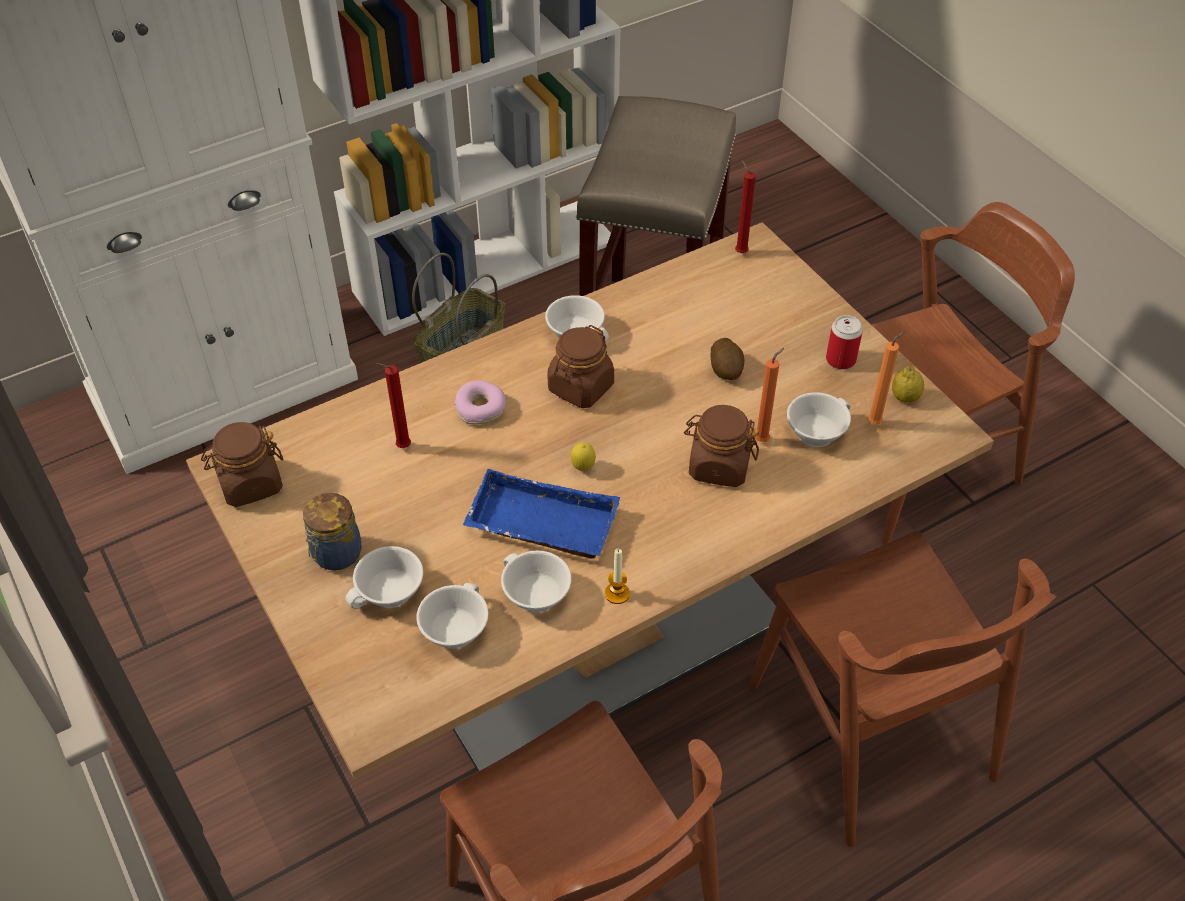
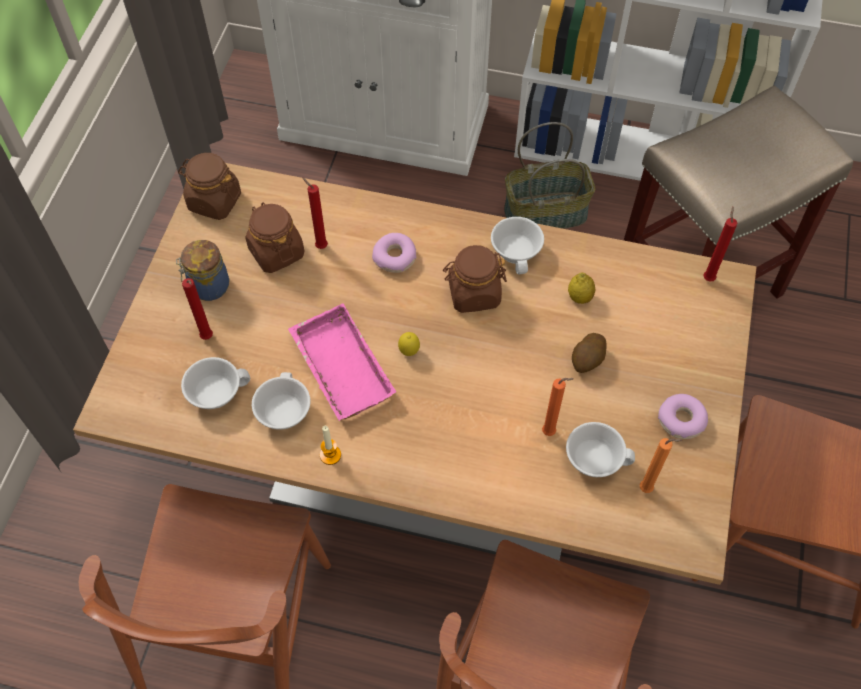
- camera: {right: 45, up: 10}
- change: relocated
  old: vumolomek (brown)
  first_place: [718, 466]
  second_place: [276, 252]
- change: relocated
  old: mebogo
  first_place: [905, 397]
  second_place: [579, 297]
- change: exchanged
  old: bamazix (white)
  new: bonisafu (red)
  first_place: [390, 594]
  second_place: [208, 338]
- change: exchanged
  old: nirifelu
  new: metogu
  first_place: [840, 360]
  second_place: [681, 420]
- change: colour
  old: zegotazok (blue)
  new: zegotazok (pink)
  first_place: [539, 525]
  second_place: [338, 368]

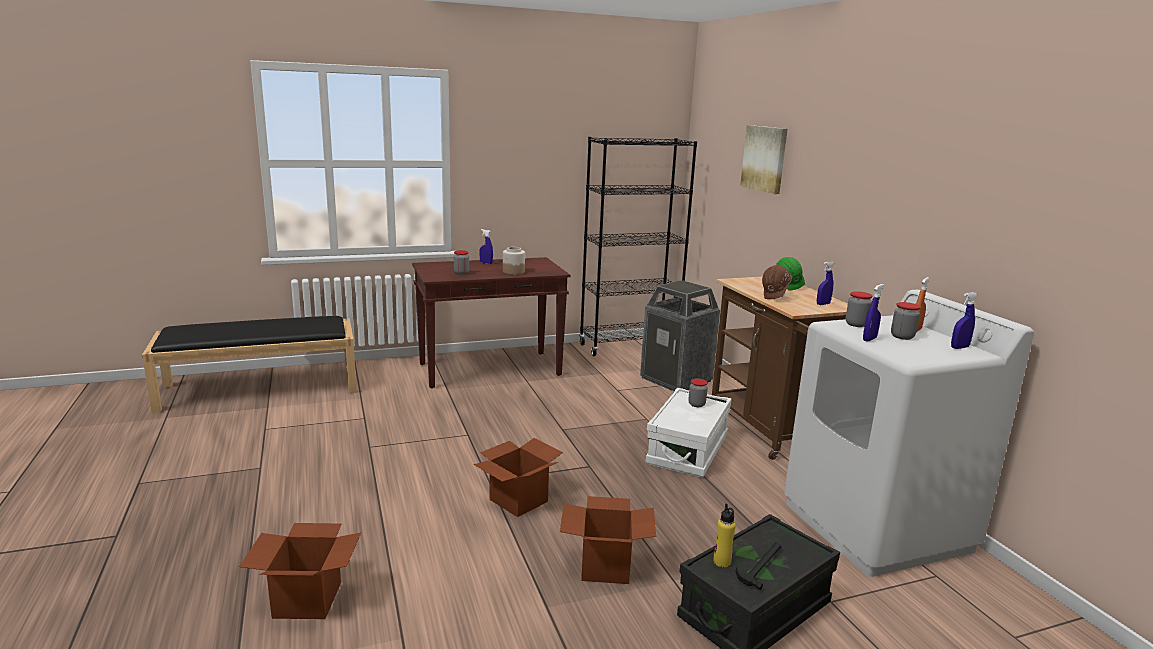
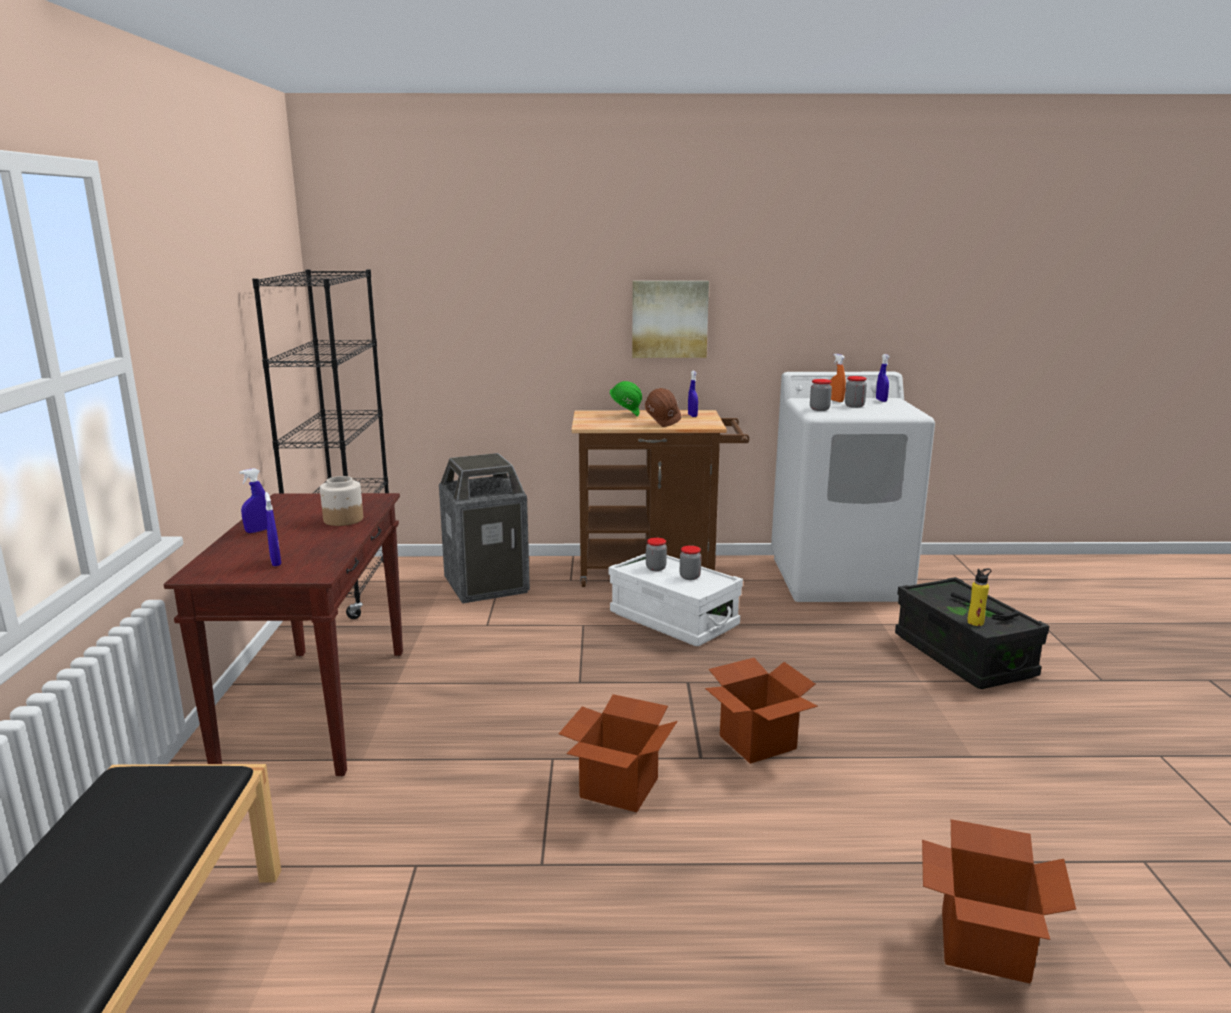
- camera: {right: -70, up: 0}
- change: relocated
  old: vumolomek
  first_place: [461, 273]
  second_place: [690, 577]
- change: relocated
  old: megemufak
  first_place: [605, 567]
  second_place: [619, 788]
- change: relocated
  old: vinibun
  first_place: [765, 158]
  second_place: [669, 319]
- change: relocated
  old: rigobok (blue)
  first_place: [869, 339]
  second_place: [275, 562]

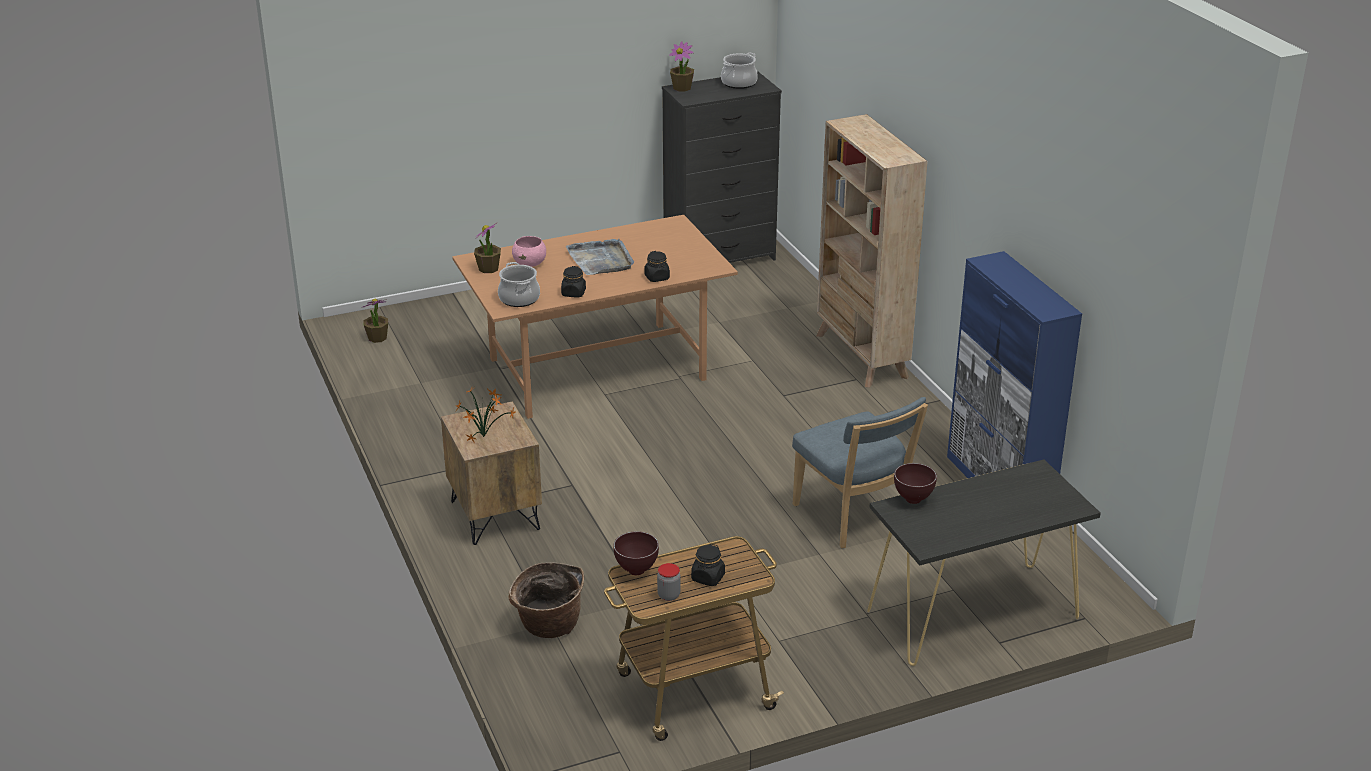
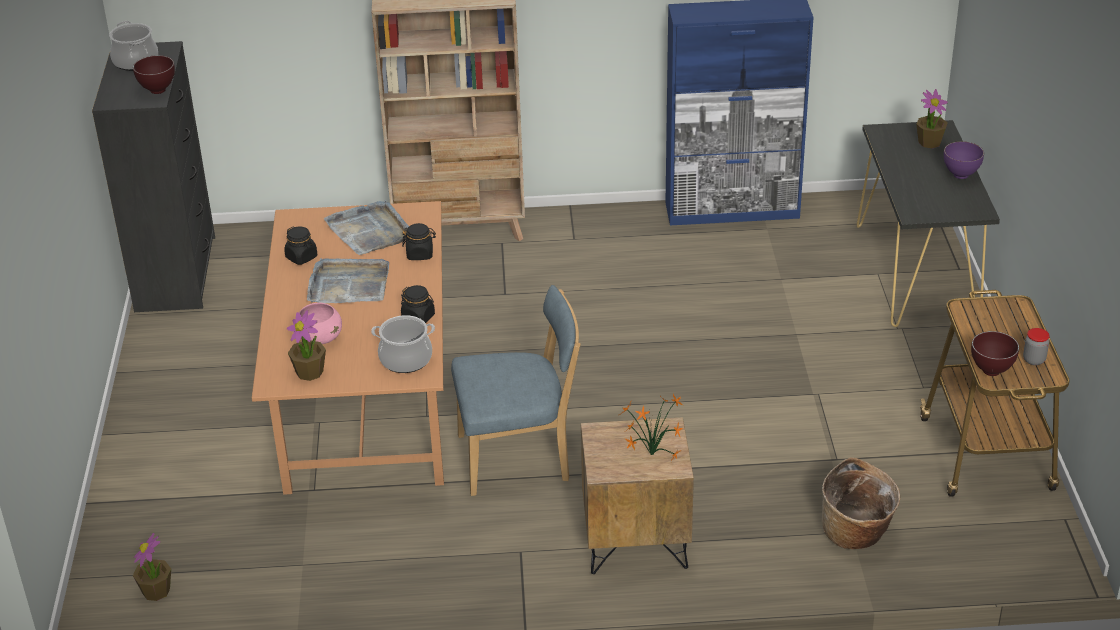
- camera: {right: -70, up: 5}
- change: appeared
  new: zegotazok (grey)
  second_place: [370, 231]
- change: appeared
  new: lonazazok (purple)
  second_place: [960, 176]
- change: relocated
  old: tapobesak
  first_place: [682, 88]
  second_place: [929, 142]
- change: relocated
  old: vumolomek (black)
  first_place: [708, 578]
  second_place: [301, 257]
- change: relocated
  old: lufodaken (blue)
  first_place: [853, 518]
  second_place: [519, 458]
- change: relocated
  old: lonazazok (brown)
  first_place: [914, 500]
  second_place: [158, 90]

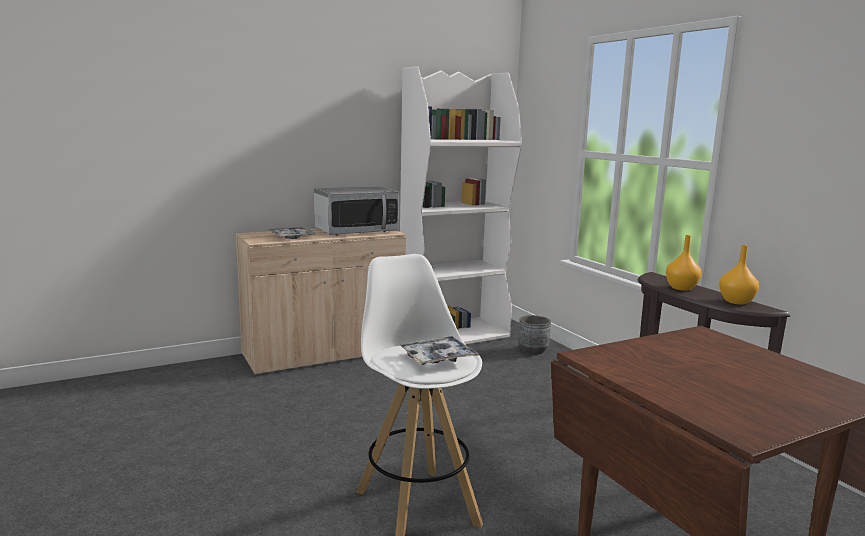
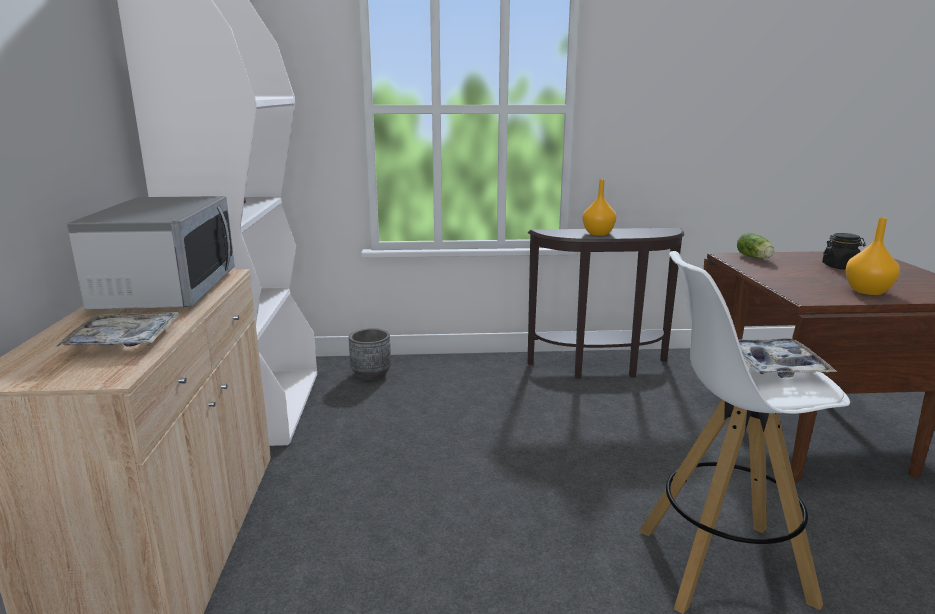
- camera: {right: -65, up: 5}
- change: appeared
  new: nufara
  second_place: [755, 258]
- change: appeared
  new: vumolomek (black)
  second_place: [840, 267]
- change: relocated
  old: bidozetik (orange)
  first_place: [737, 302]
  second_place: [868, 291]

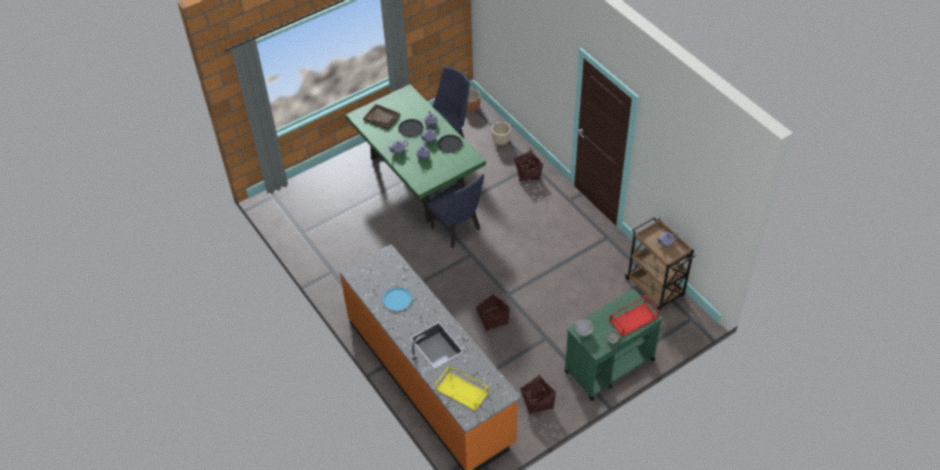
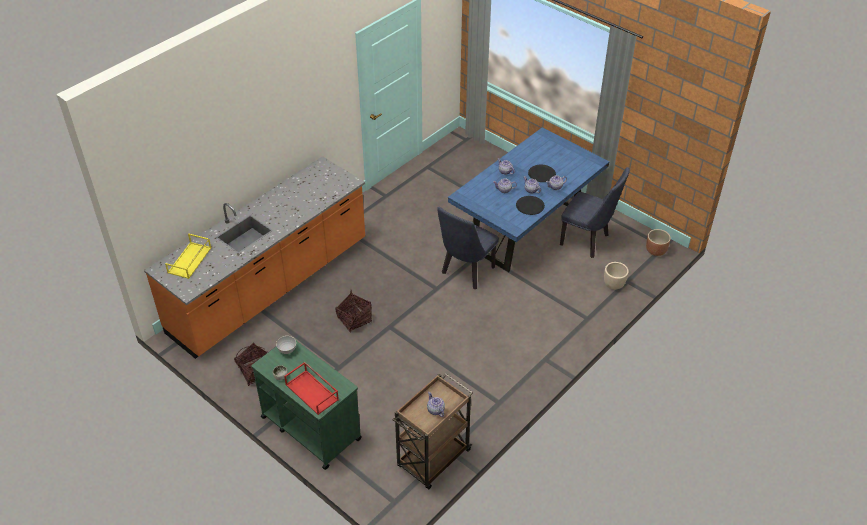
- camera: {right: 75, up: -5}
- change: missing
  old: zegotazok (brown)
  first_place: [382, 117]
- change: missing
  old: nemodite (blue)
  first_place: [397, 299]
- change: missing
  old: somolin
  first_place: [527, 173]
- change: colour
  old: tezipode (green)
  new: tezipode (blue)
  first_place: [418, 181]
  second_place: [525, 230]

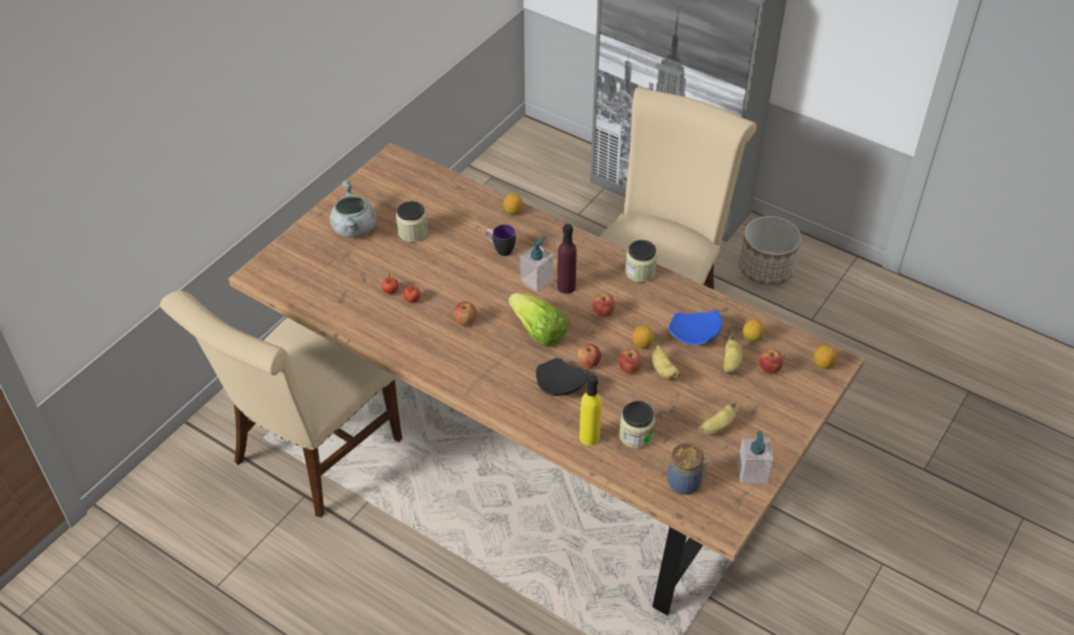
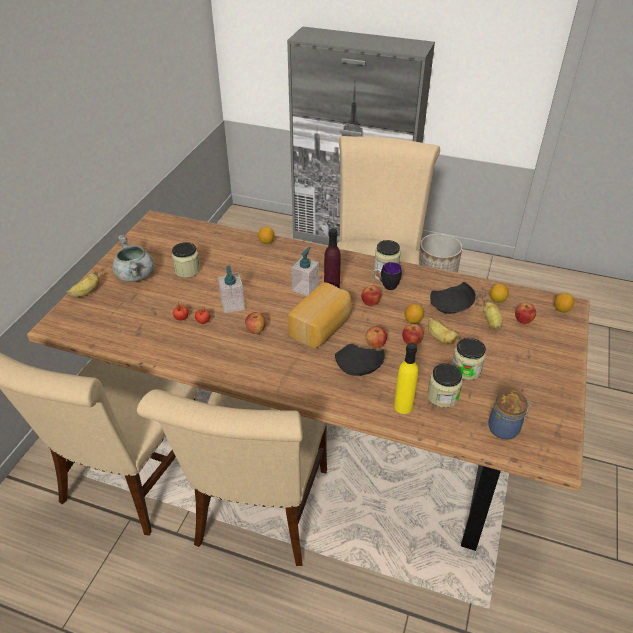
- camera: {right: -15, up: -5}
- change: appeared
  new: lufodaken (beige)
  second_place: [260, 514]
- change: appeared
  new: vumolomek
  second_place: [466, 369]
- change: relocated
  old: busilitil
  first_place: [500, 250]
  second_place: [386, 285]
- change: relocated
  old: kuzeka
  first_place: [717, 428]
  second_place: [86, 292]
- change: relocated
  old: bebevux
  first_place: [752, 472]
  second_place: [233, 305]
- change: exchanged
  old: nufara
  new: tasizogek
  first_place: [537, 332]
  second_place: [322, 327]
- change: colour
  old: nemodite (blue)
  new: nemodite (black)
  first_place: [695, 335]
  second_place: [451, 306]

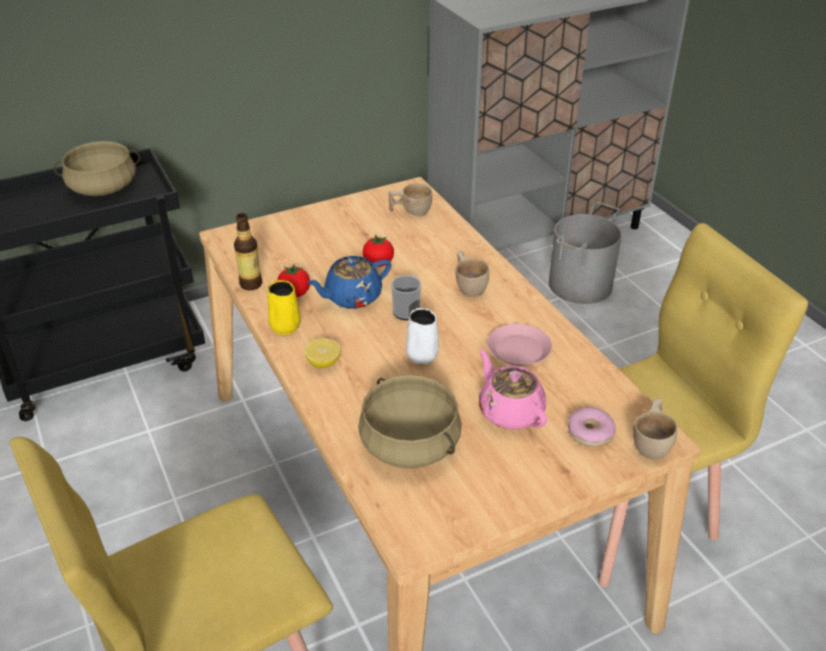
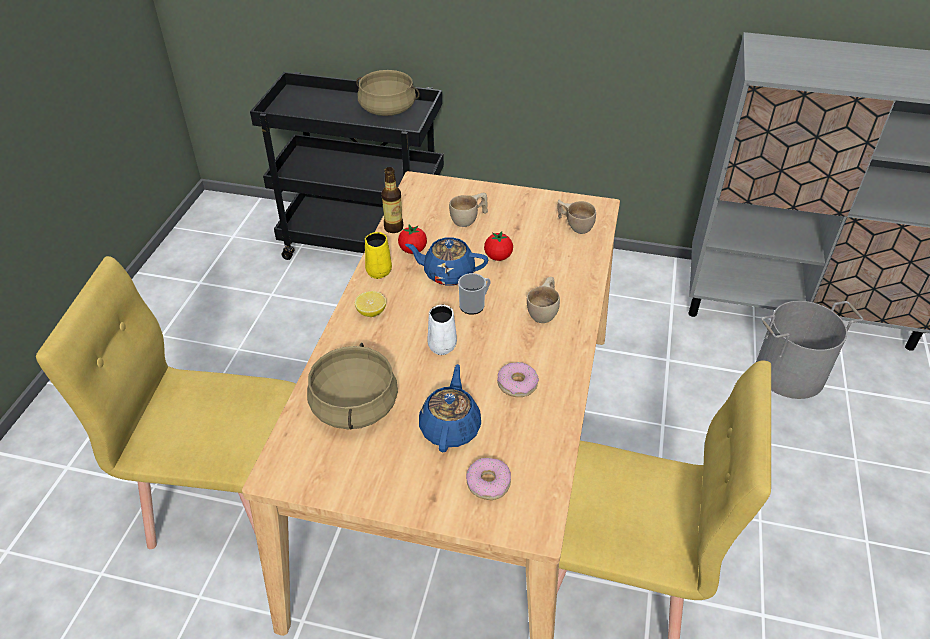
- camera: {right: 40, up: 5}
- change: relocated
  old: bamazix (beige)
  first_place: [652, 442]
  second_place: [469, 219]
- change: exchanged
  old: nemodite (pink)
  new: metogu
  first_place: [518, 350]
  second_place: [517, 384]
- change: colour
  old: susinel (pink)
  new: susinel (blue)
  first_place: [510, 411]
  second_place: [450, 427]

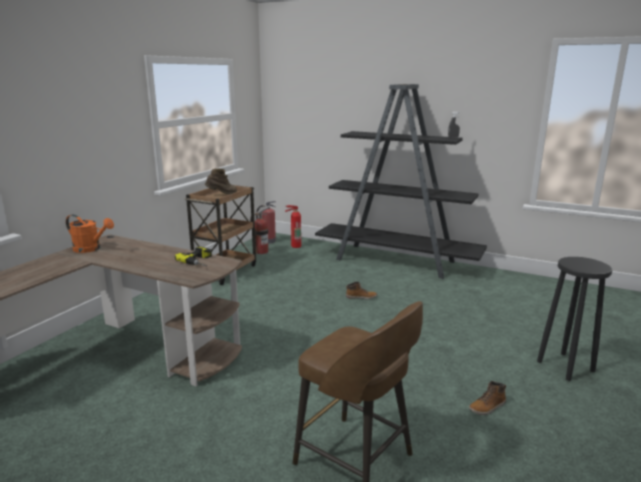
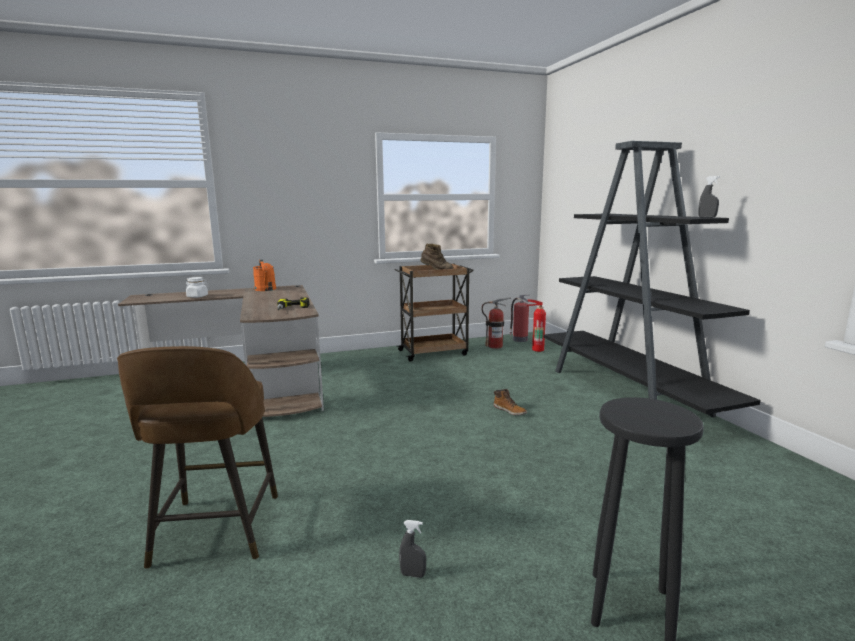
- camera: {right: 45, up: -5}
- change: appeared
  new: vumolomek (white)
  second_place: [197, 296]
- change: exchanged
  old: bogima
  new: rigobok (grey)
  first_place: [487, 407]
  second_place: [413, 574]

